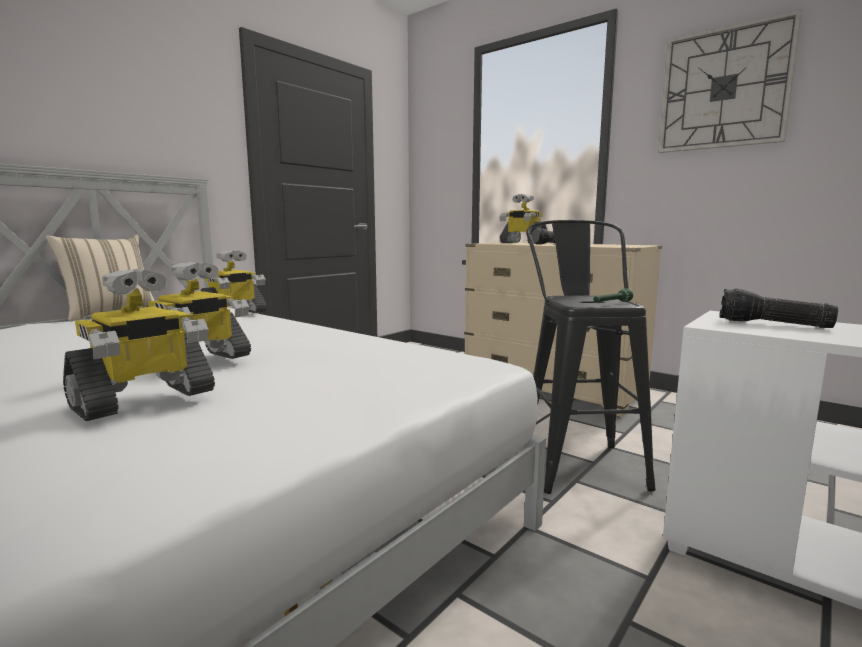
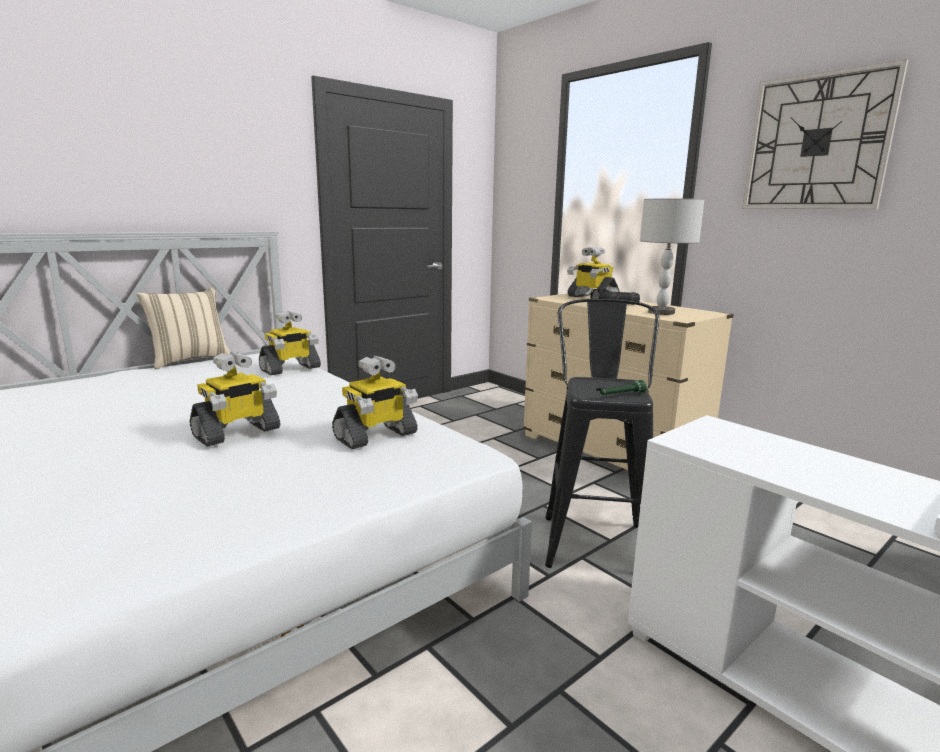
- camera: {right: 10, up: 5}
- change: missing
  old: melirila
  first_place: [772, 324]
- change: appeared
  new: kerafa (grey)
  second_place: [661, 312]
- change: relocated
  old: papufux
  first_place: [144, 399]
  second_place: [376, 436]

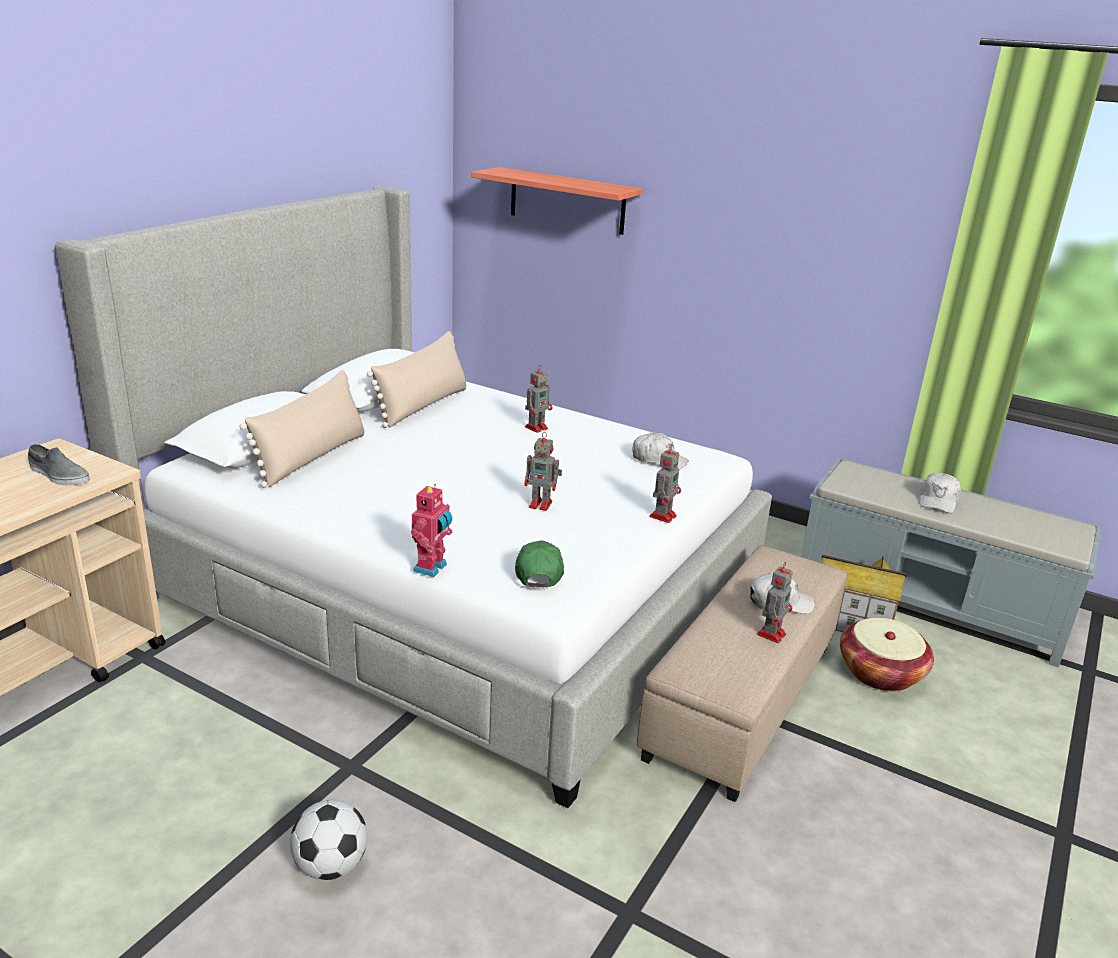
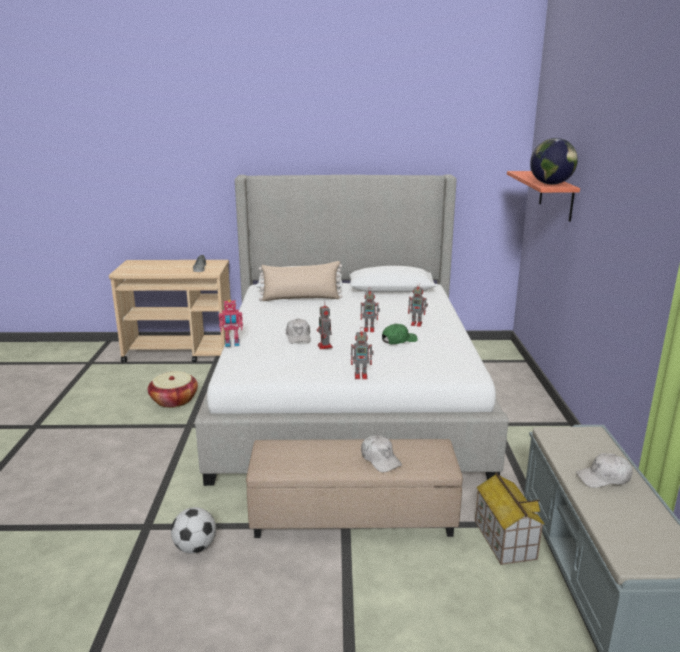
- camera: {right: 60, up: -5}
- change: missing
  old: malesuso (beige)
  first_place: [423, 406]
- change: appeared
  new: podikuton
  second_place: [551, 184]
- change: relocated
  old: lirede
  first_place: [331, 866]
  second_place: [195, 547]
- change: relocated
  old: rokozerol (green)
  first_place: [539, 572]
  second_place: [398, 340]
- change: relocated
  old: rokozerol (white)
  first_place: [658, 460]
  second_place: [298, 337]
- change: relocated
  old: papufux
  first_place: [772, 634]
  second_place: [369, 329]
- change: relocated
  old: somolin
  first_place: [880, 673]
  second_place: [174, 400]

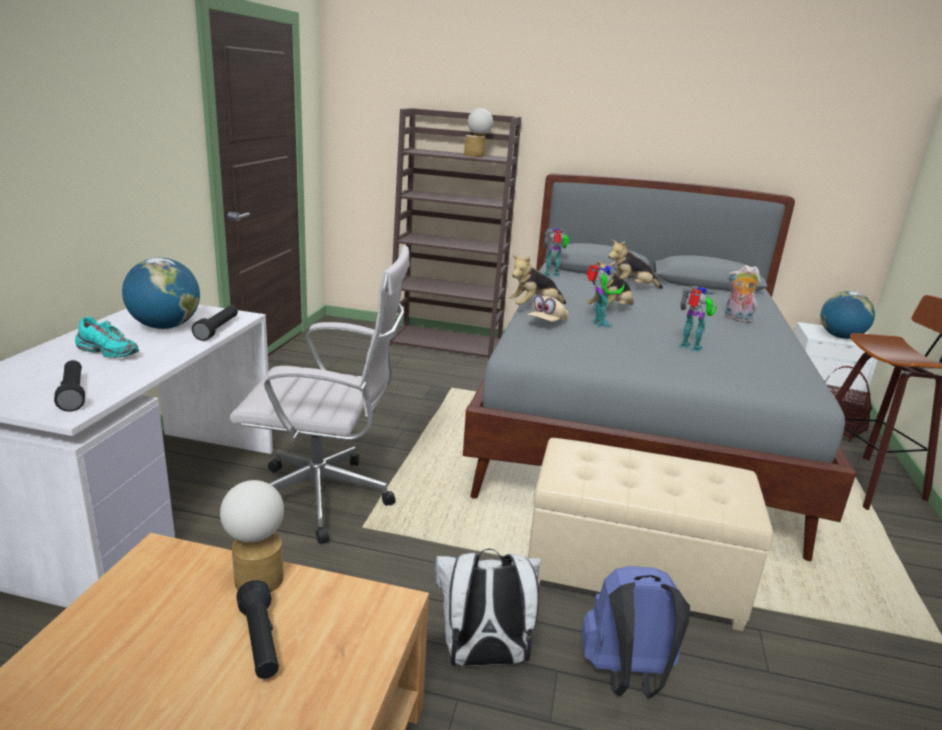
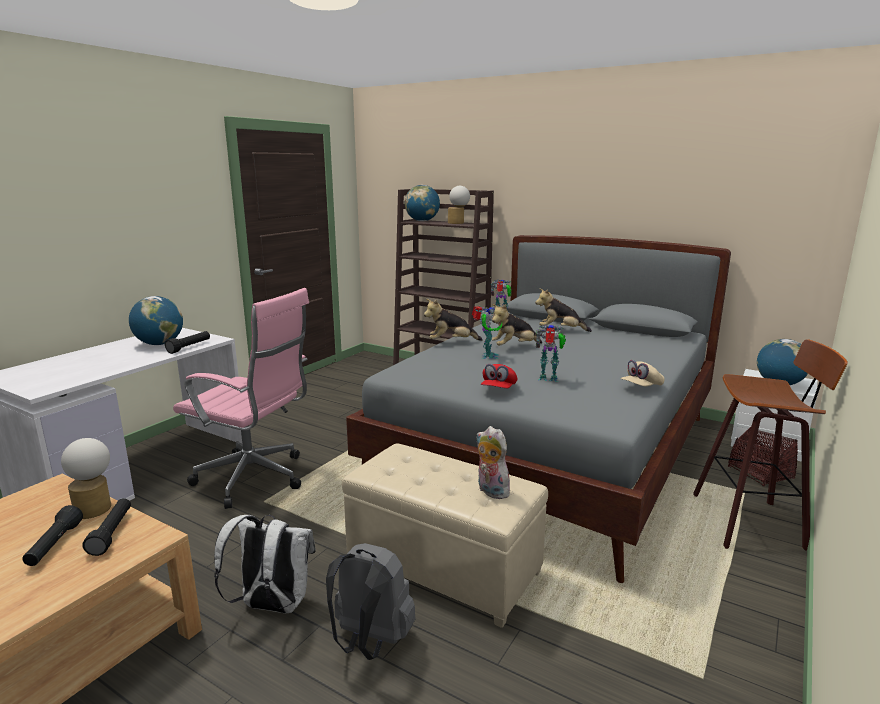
- camera: {right: 20, up: -5}
- change: missing
  old: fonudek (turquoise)
  first_place: [108, 353]
- change: appeared
  new: podikuton
  second_place: [422, 221]
- change: appeared
  new: rokozerol (red)
  second_place: [498, 389]
- change: relocated
  old: melirila (black)
  first_place: [73, 394]
  second_place: [112, 533]
- change: relocated
  old: rokozerol (beige)
  first_place: [546, 323]
  second_place: [641, 387]
- change: relocated
  old: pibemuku
  first_place: [737, 319]
  second_place: [490, 491]
- change: colour
  old: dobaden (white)
  new: dobaden (pink)
  first_place: [326, 499]
  second_place: [256, 479]
- change: colour
  old: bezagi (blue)
  new: bezagi (grey)
  first_place: [626, 676]
  second_place: [370, 641]
- change: spun
  old: papufux
  first_place: [691, 348]
  second_place: [549, 379]
  degrees: -45

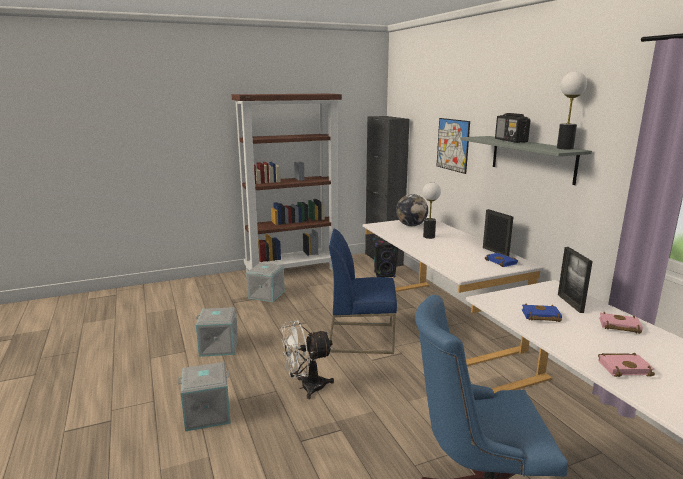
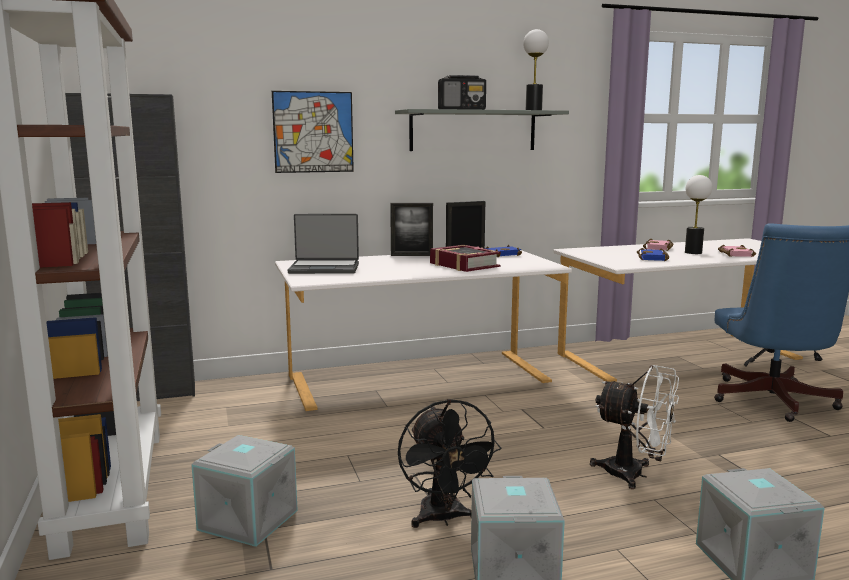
- camera: {right: -85, up: -5}
- change: missing
  old: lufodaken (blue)
  first_place: [362, 337]
- change: missing
  old: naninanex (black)
  first_place: [384, 274]
- change: appeared
  new: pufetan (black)
  second_place: [443, 519]
- change: appeared
  new: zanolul
  second_place: [464, 265]
- change: relocated
  old: kerafa
  first_place: [428, 236]
  second_place: [693, 252]
- change: relocated
  old: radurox
  first_place: [570, 303]
  second_place: [412, 255]
- change: exchanged
  old: podikuton
  new: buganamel
  first_place: [411, 225]
  second_place: [324, 268]
- change: spun
  old: pufetan (white)
  first_place: [306, 387]
  second_place: [634, 475]
  degrees: -45

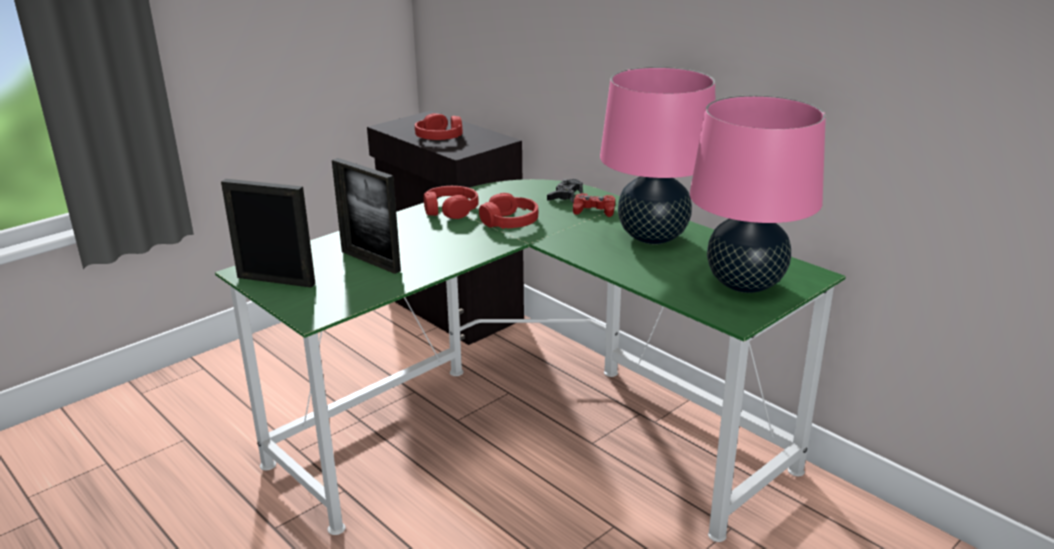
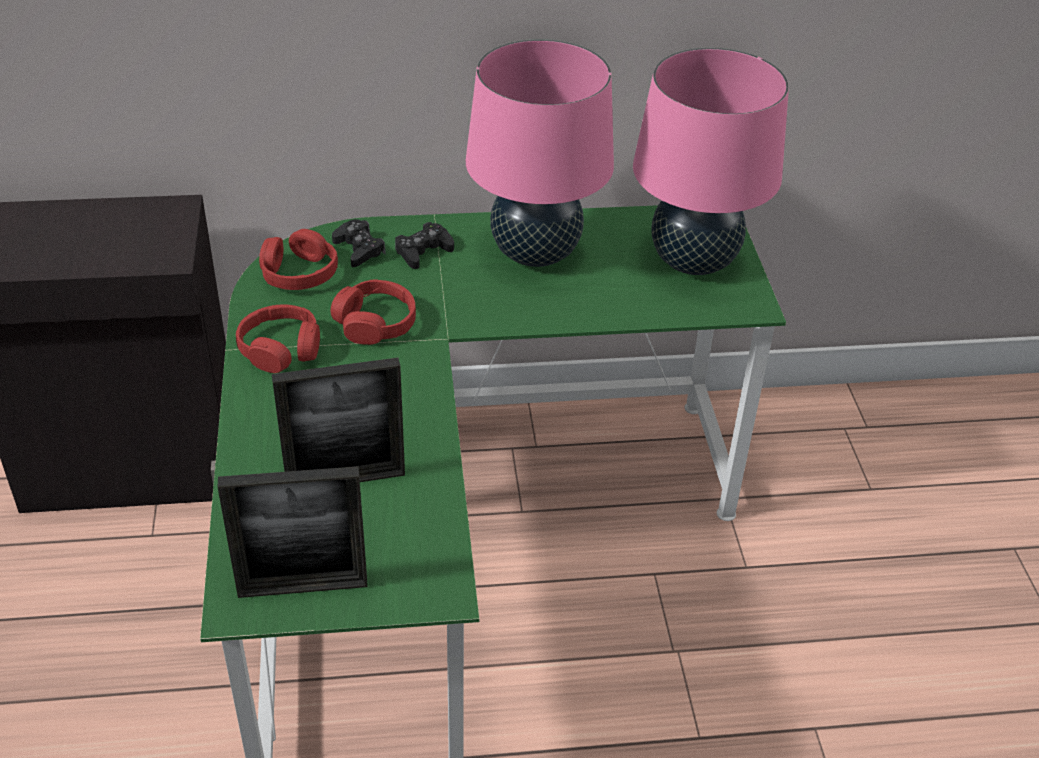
- camera: {right: -55, up: 15}
- change: relocated
  old: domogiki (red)
  first_place: [439, 137]
  second_place: [299, 272]
- change: colour
  old: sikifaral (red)
  new: sikifaral (black)
  first_place: [594, 210]
  second_place: [423, 251]
- change: spun
  old: radurox
  first_place: [276, 280]
  second_place: [303, 587]
  degrees: -150

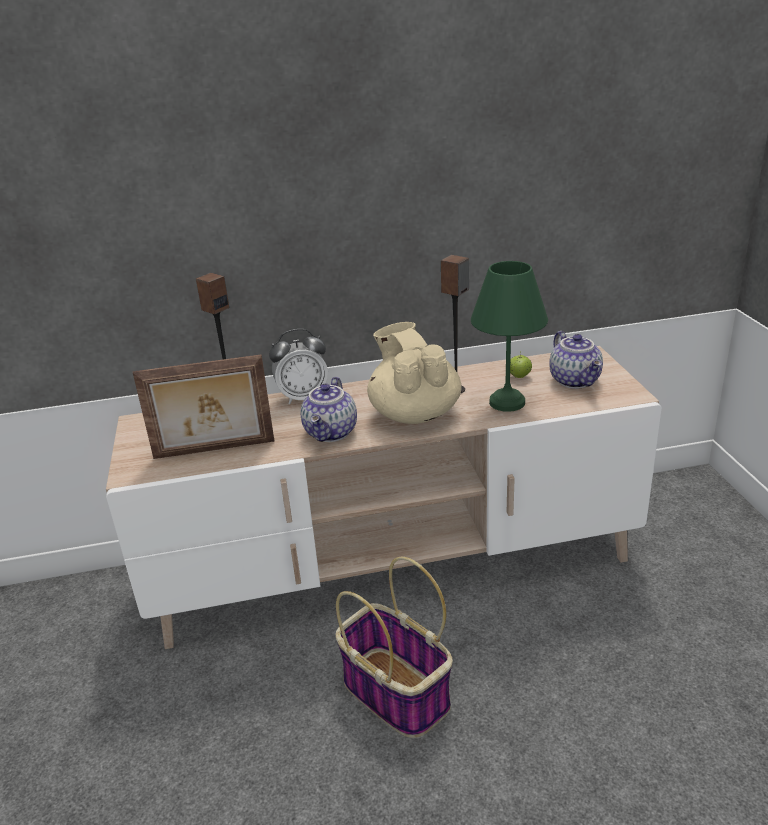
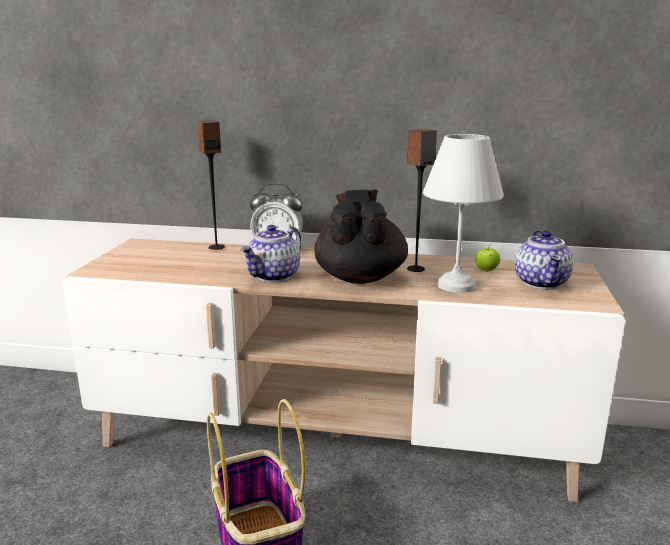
- camera: {right: 20, up: -10}
- change: missing
  old: radurox
  first_place: [214, 450]
- change: colour
  old: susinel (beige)
  new: susinel (black)
  first_place: [414, 413]
  second_place: [360, 277]
- change: colour
  old: kerafa (green)
  new: kerafa (white)
  first_place: [507, 403]
  second_place: [456, 286]

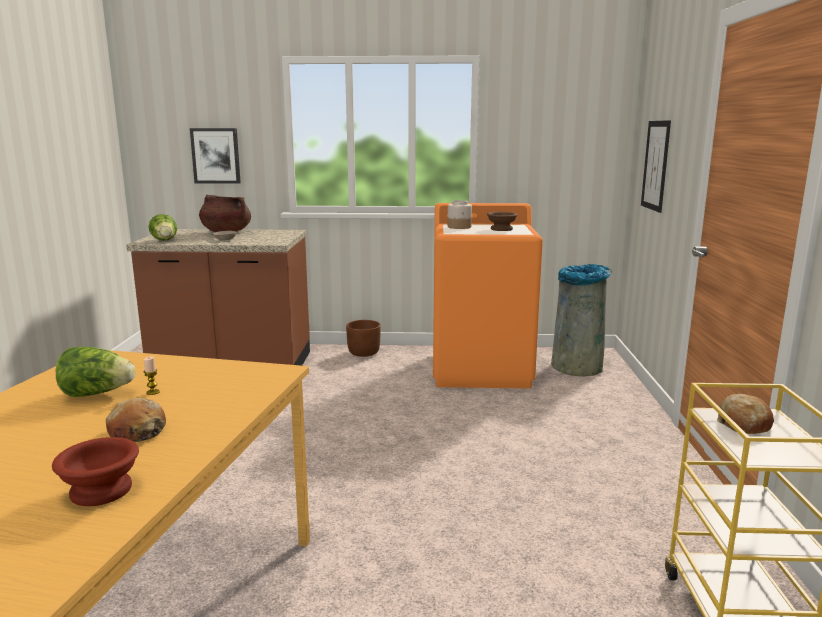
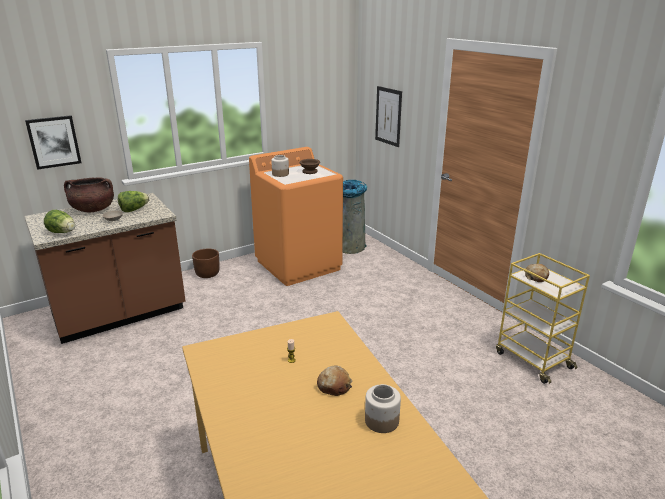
- camera: {right: -35, up: 10}
- change: relocated
  old: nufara
  first_place: [97, 394]
  second_place: [134, 210]
- change: exchanged
  old: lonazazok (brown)
  new: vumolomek
  first_place: [99, 490]
  second_place: [381, 421]

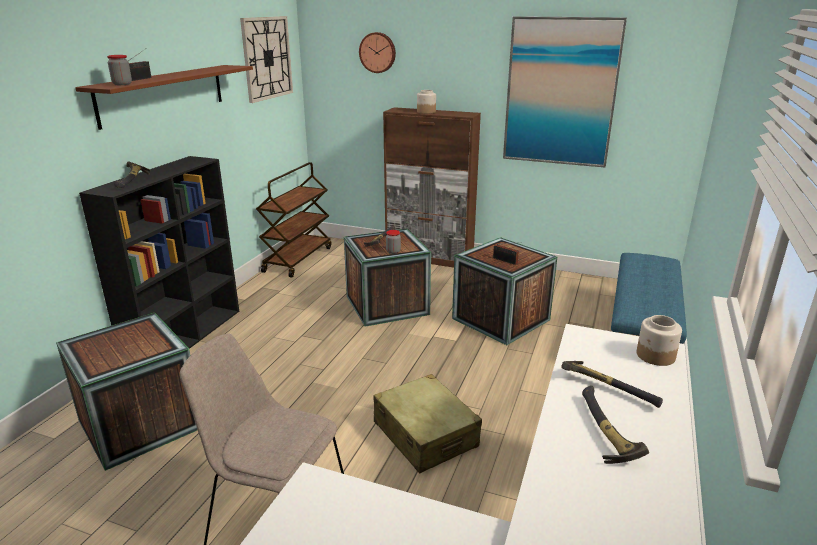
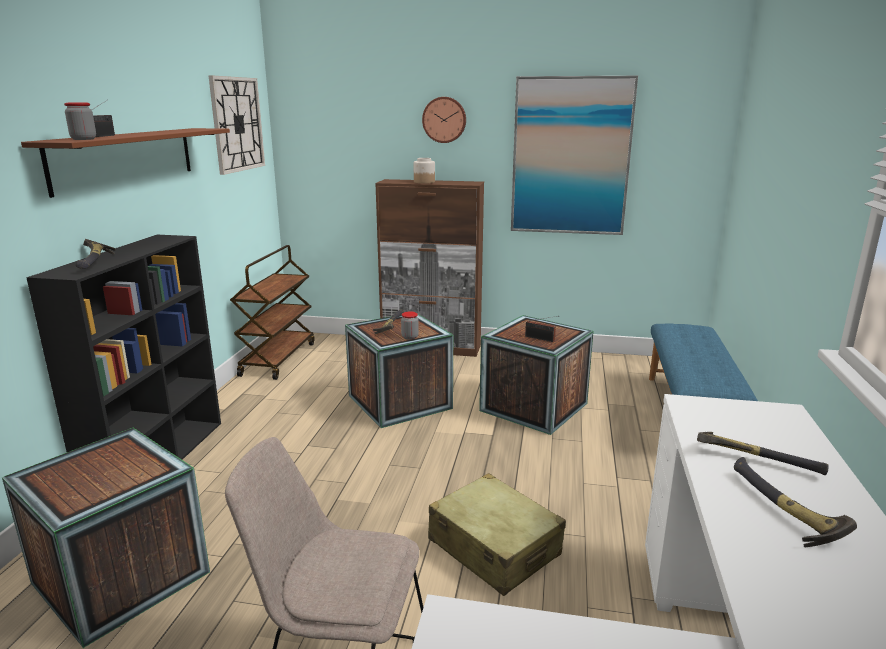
- camera: {right: -10, up: -5}
- change: missing
  old: vumolomek
  first_place: [655, 356]
- change: relocated
  old: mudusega
  first_place: [378, 52]
  second_place: [444, 120]

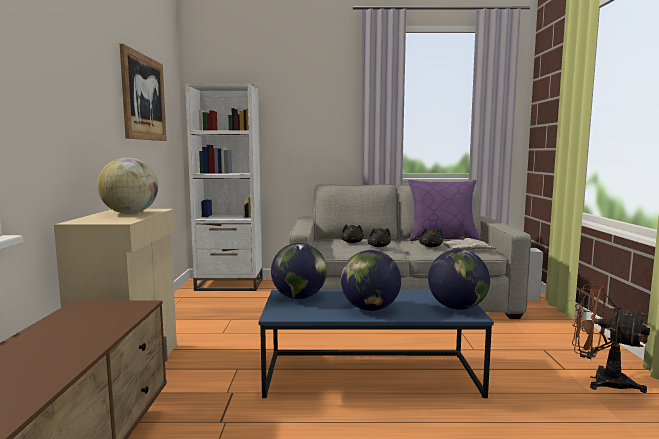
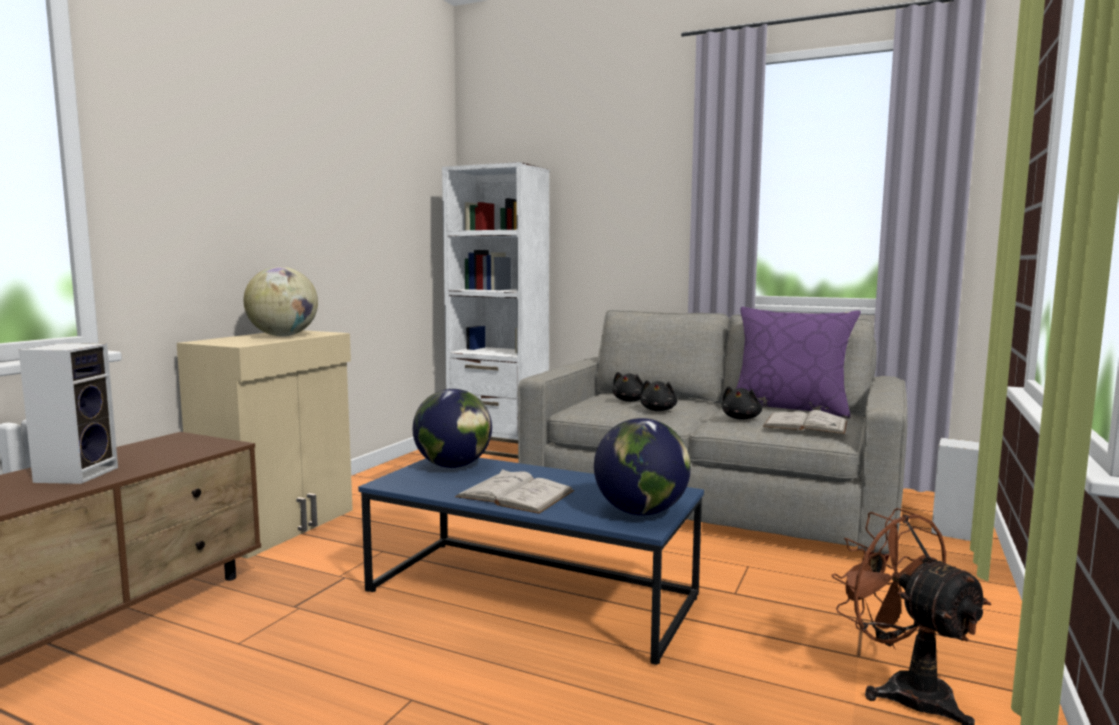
- camera: {right: 25, up: 0}
- change: missing
  old: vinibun
  first_place: [144, 98]
- change: appeared
  new: naninanex
  second_place: [77, 474]
- change: exchanged
  old: podikuton
  new: zanolul (white)
  first_place: [370, 309]
  second_place: [515, 494]

